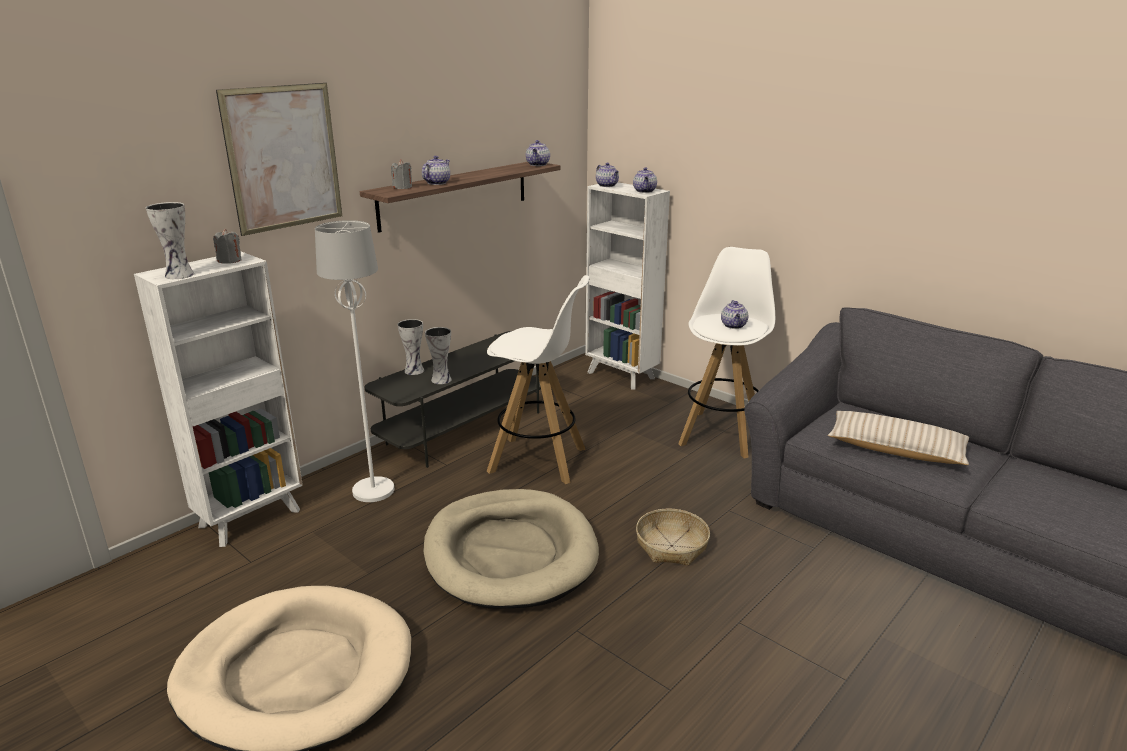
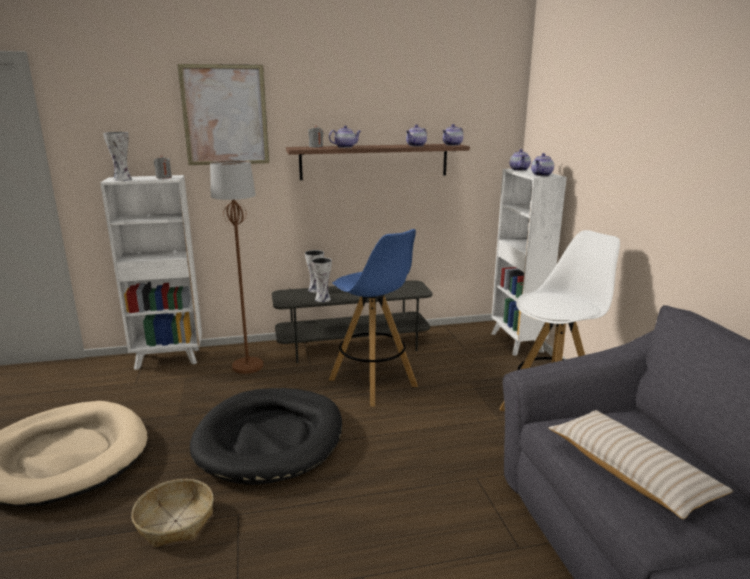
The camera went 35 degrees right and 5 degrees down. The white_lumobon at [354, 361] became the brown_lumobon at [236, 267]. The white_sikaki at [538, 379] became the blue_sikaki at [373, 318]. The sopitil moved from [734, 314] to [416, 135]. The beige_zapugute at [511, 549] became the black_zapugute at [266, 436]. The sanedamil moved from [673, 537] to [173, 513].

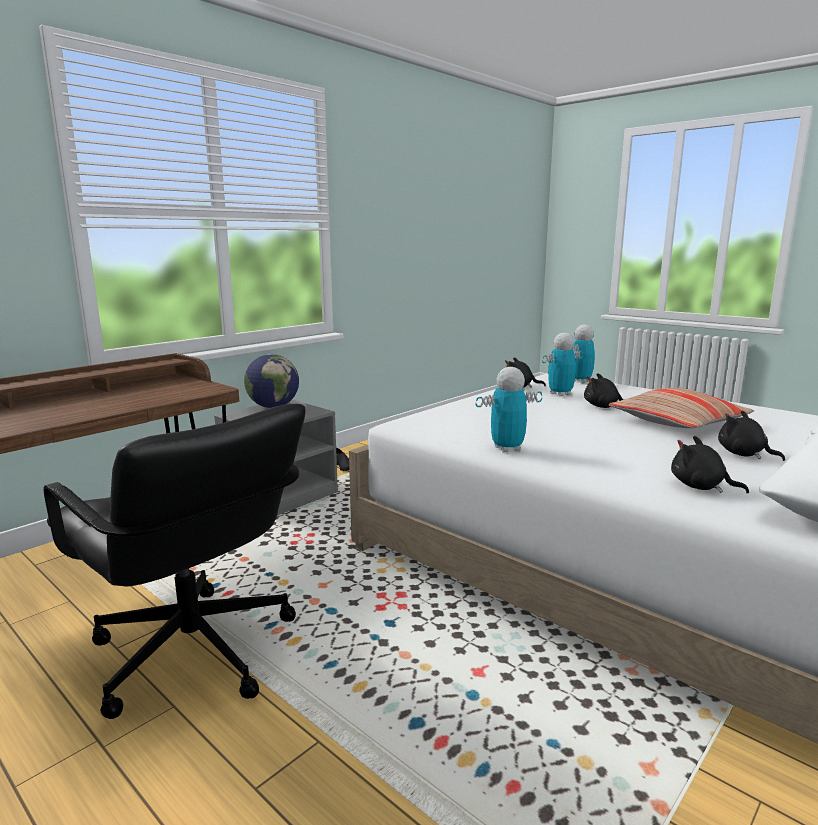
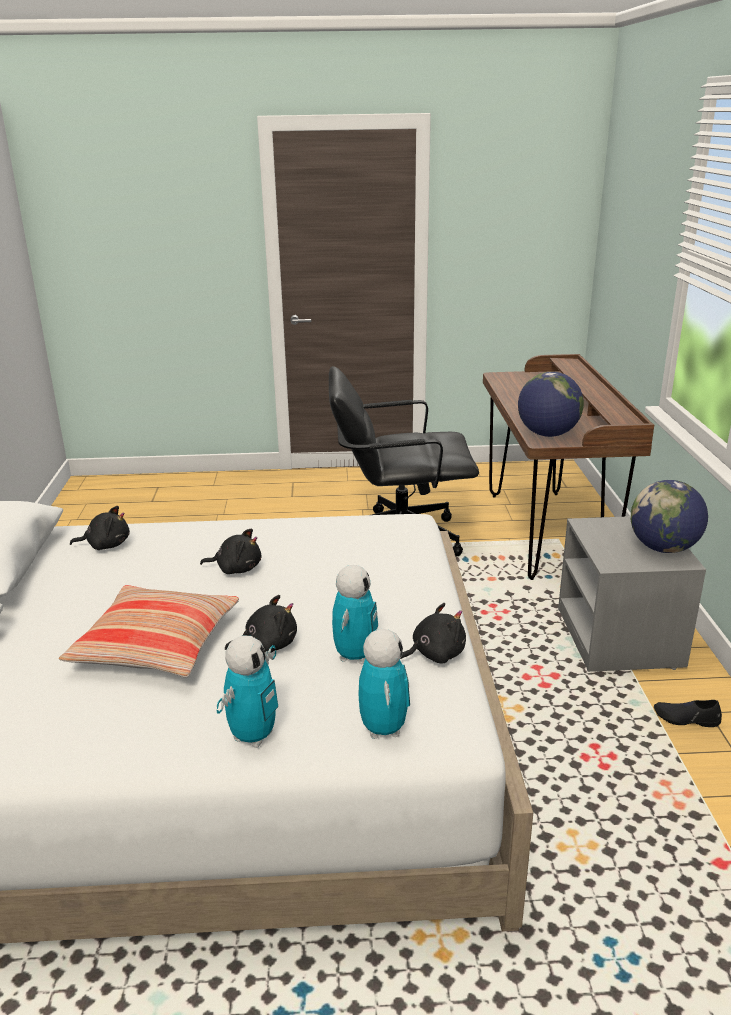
The camera went 135 degrees right and 10 degrees up. The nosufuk moved from [509, 410] to [247, 691]. The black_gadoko moved from [751, 436] to [230, 551]. The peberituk at [551, 404] appeared.

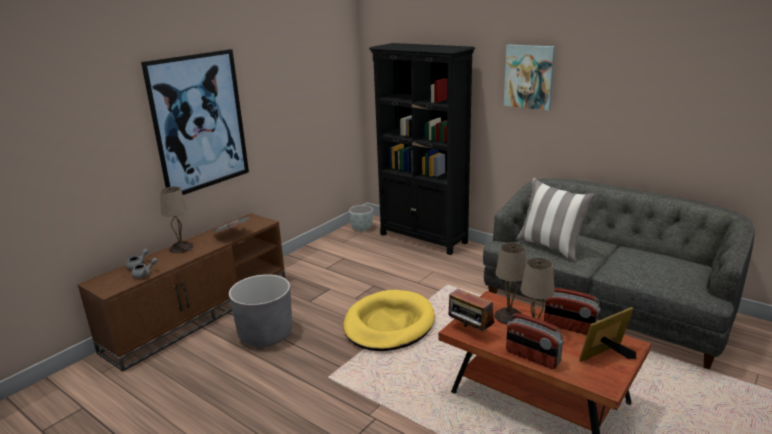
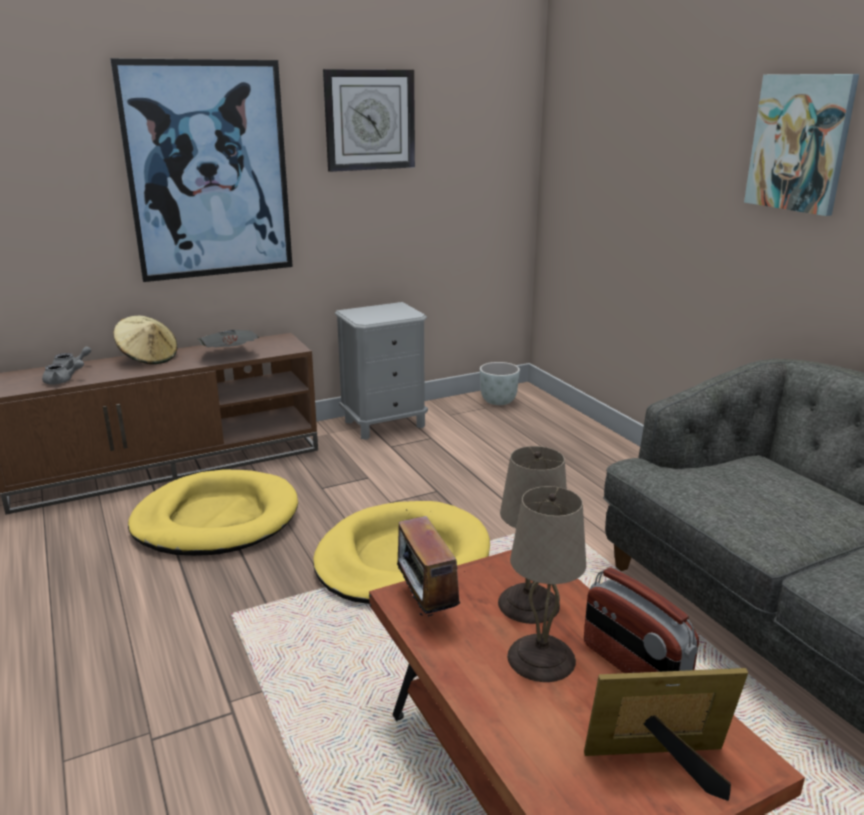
The camera went 25 degrees right and 0 degrees up. The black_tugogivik at [422, 149] disappeared. The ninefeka at [555, 219] disappeared. The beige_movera at [177, 220] was replaced by the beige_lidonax at [145, 340]. The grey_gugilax at [260, 310] was replaced by the yellow_zapugute at [213, 513]. The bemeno at [535, 341] disappeared. The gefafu at [369, 120] appeared. The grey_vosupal at [381, 371] appeared.

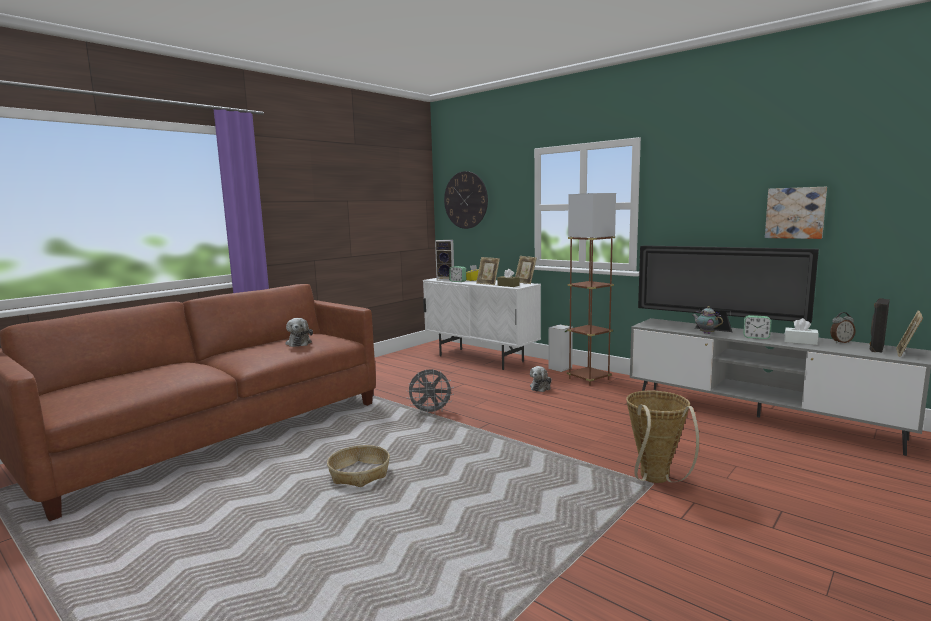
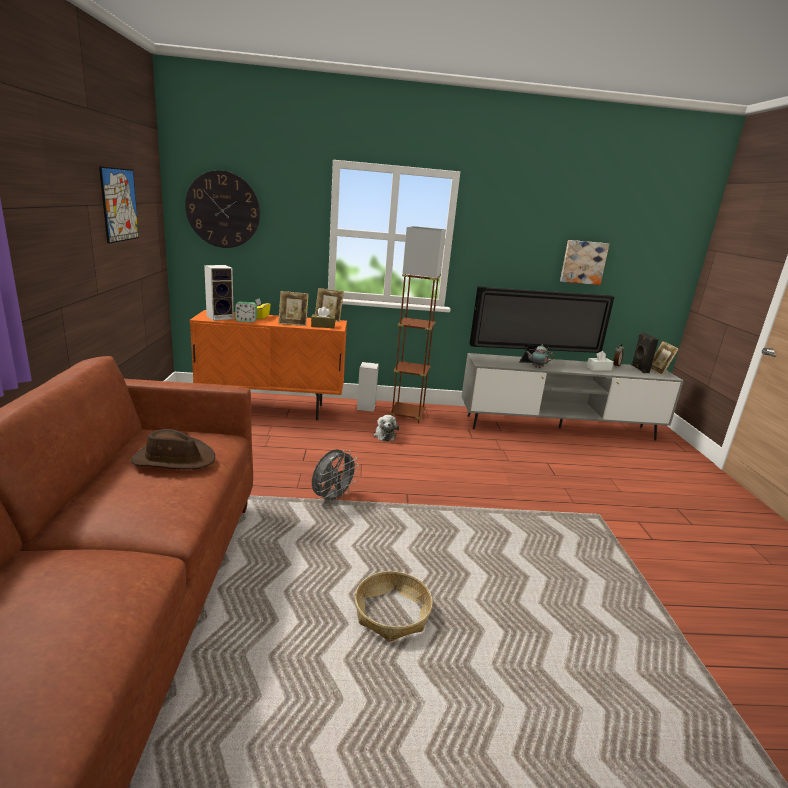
The camera went 45 degrees left and 10 degrees up. The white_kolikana at [482, 324] became the orange_kolikana at [268, 365]. The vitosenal at [757, 327] disappeared. The gadoko at [299, 332] was replaced by the brown_lidonax at [173, 449]. The sanedamil at [662, 437] disappeared. The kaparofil at [119, 205] appeared.

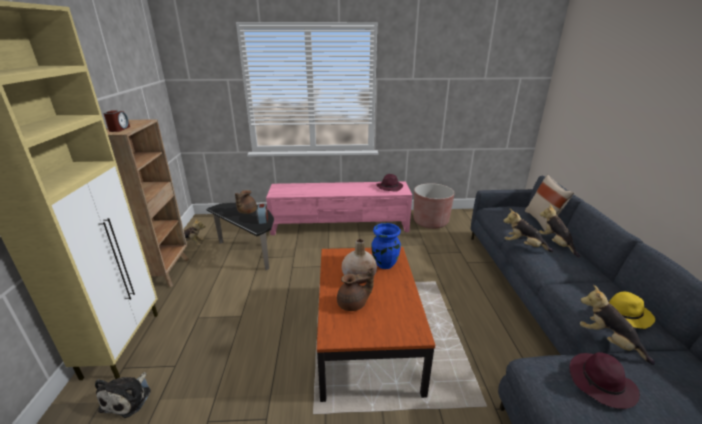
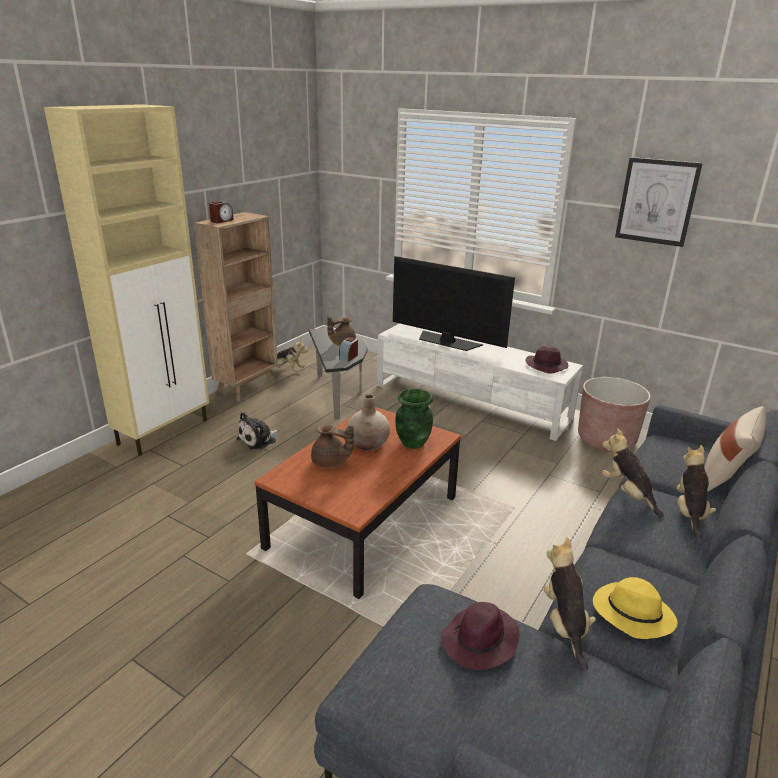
The camera went 35 degrees right and 0 degrees up. The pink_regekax at [339, 208] became the white_regekax at [480, 382]. The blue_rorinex at [386, 246] became the green_rorinex at [414, 418]. The gadoko moved from [123, 395] to [258, 431]. The kaparofil at [659, 202] appeared. The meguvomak at [454, 303] appeared.

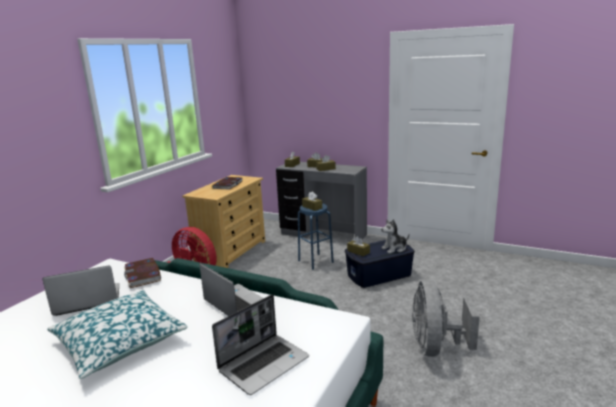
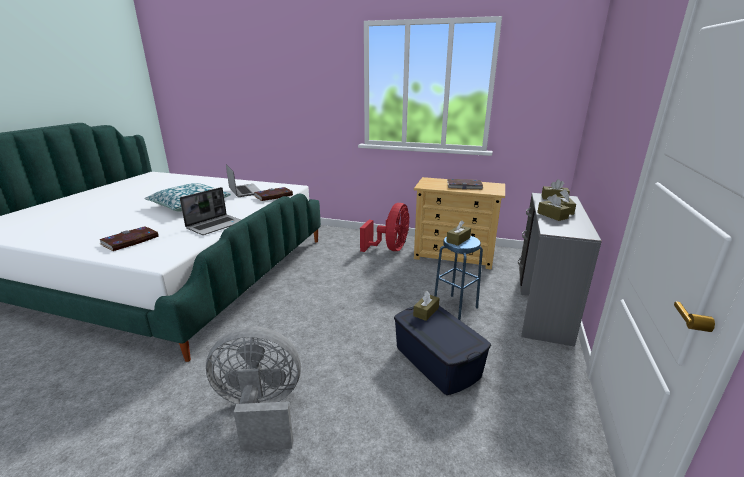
The camera went 80 degrees right and 5 degrees up. The gadoko at [395, 236] disappeared. The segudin at [260, 344] was replaced by the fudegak at [129, 238].

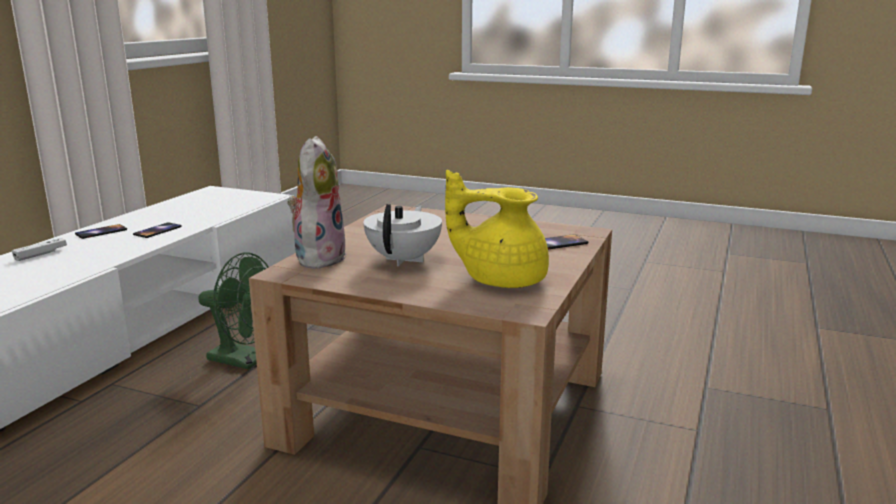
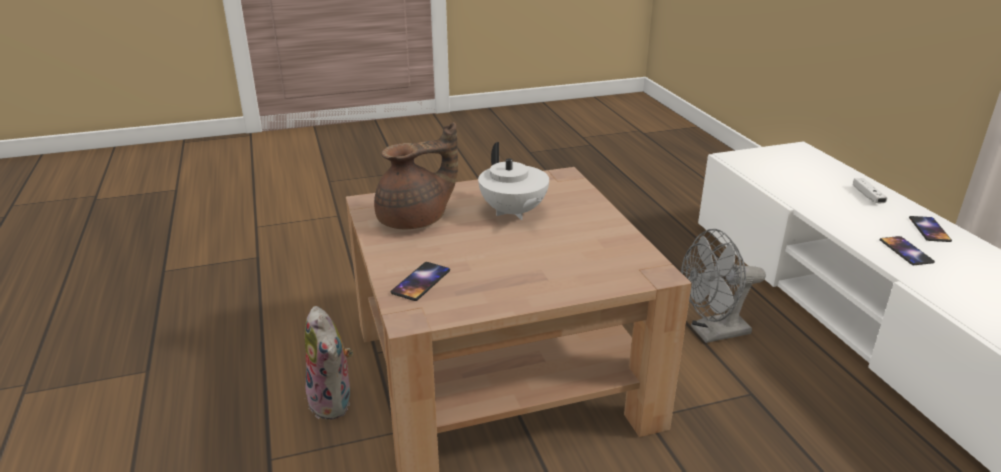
The camera went 140 degrees right and 10 degrees up. The gadoko moved from [317, 202] to [329, 363]. The yellow_sopitil at [497, 229] became the brown_sopitil at [416, 175]. The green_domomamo at [233, 311] became the grey_domomamo at [723, 286].

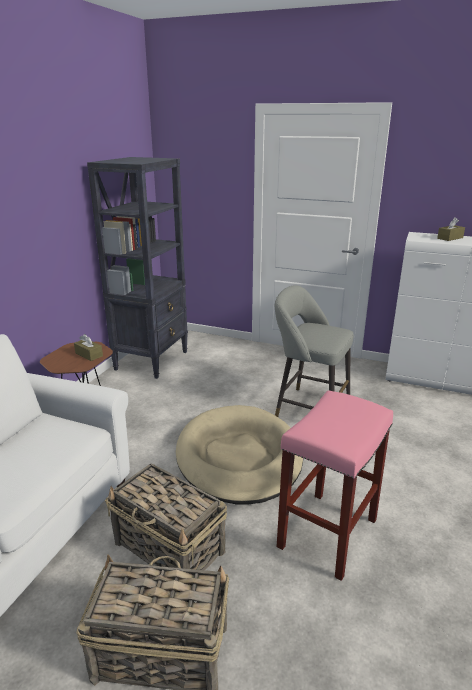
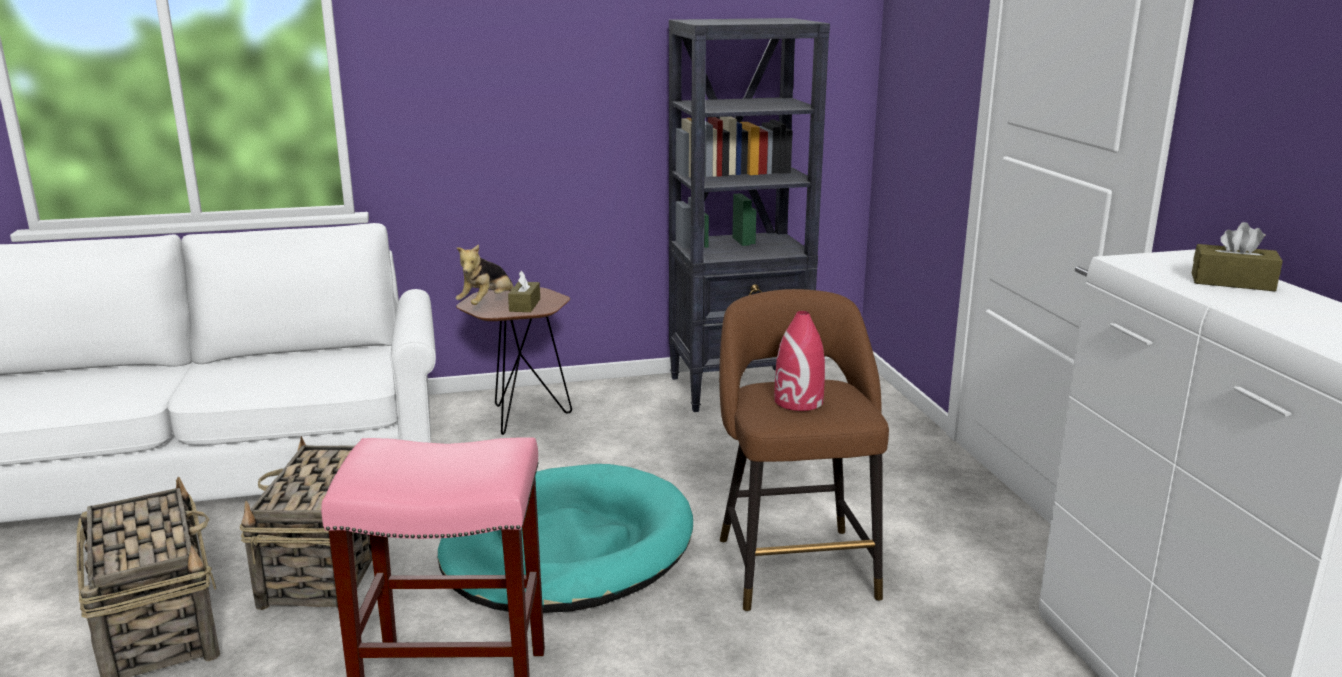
The camera went 55 degrees right and 5 degrees down. The grey_sikaki at [314, 351] became the brown_sikaki at [804, 450]. The beige_zapugute at [239, 455] became the turquoise_zapugute at [565, 538]. The gadoko at [485, 274] appeared. The red_rorinex at [799, 361] appeared.

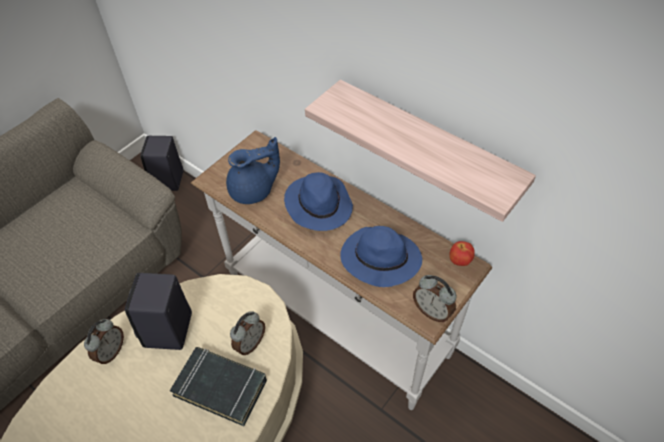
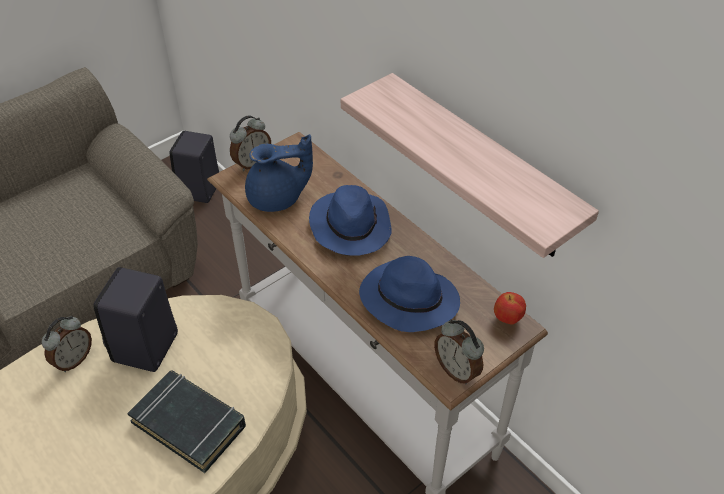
The camera went 10 degrees right and 5 degrees down. The vitosenal moved from [247, 333] to [250, 143].

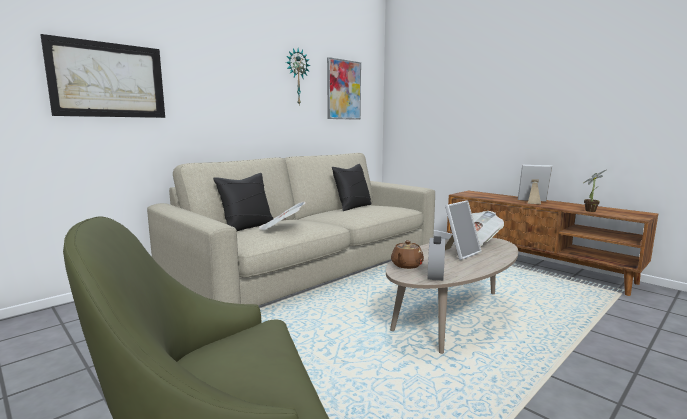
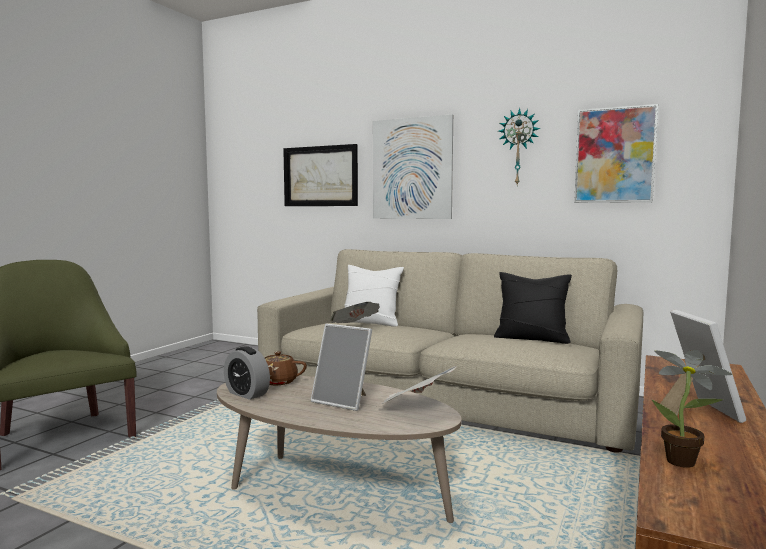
The camera went 70 degrees right and 5 degrees down. The black_ninefeka at [243, 202] became the white_ninefeka at [374, 296]. The vitosenal at [436, 258] turned 45 degrees clockwise. The kaparofil at [413, 167] appeared.

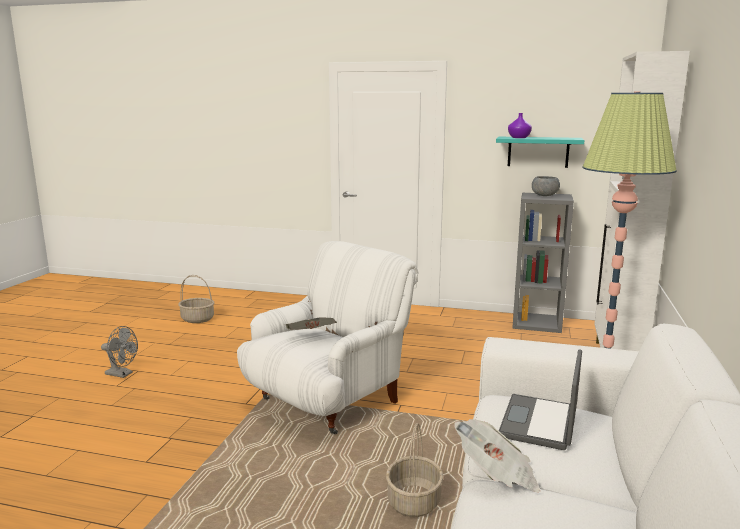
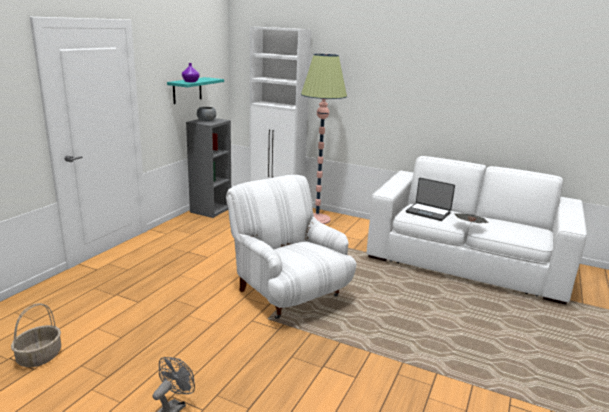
The camera went 80 degrees left and 5 degrees up. The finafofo at [311, 323] disappeared. The sanedamil at [414, 470] disappeared.

